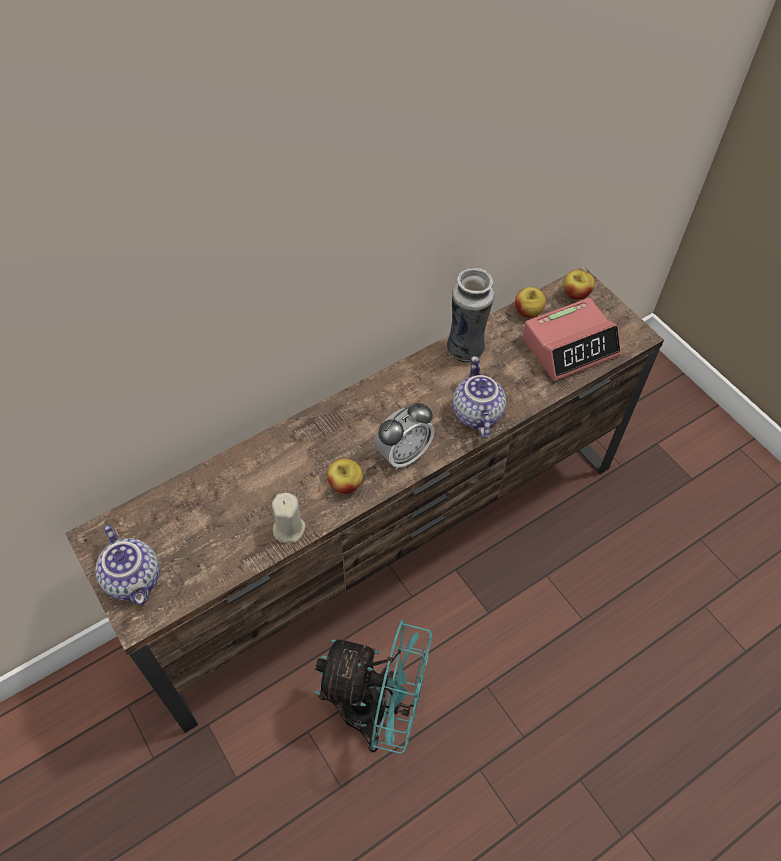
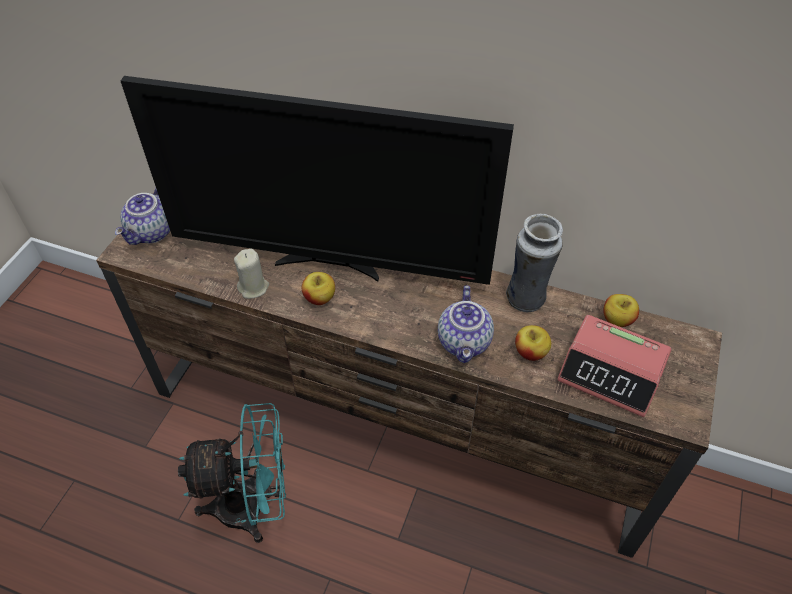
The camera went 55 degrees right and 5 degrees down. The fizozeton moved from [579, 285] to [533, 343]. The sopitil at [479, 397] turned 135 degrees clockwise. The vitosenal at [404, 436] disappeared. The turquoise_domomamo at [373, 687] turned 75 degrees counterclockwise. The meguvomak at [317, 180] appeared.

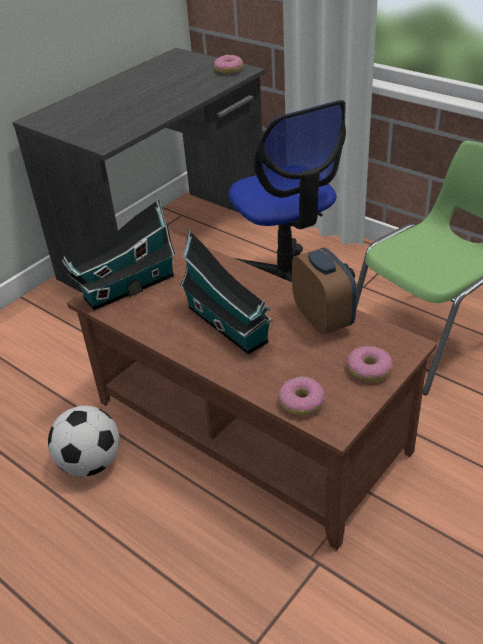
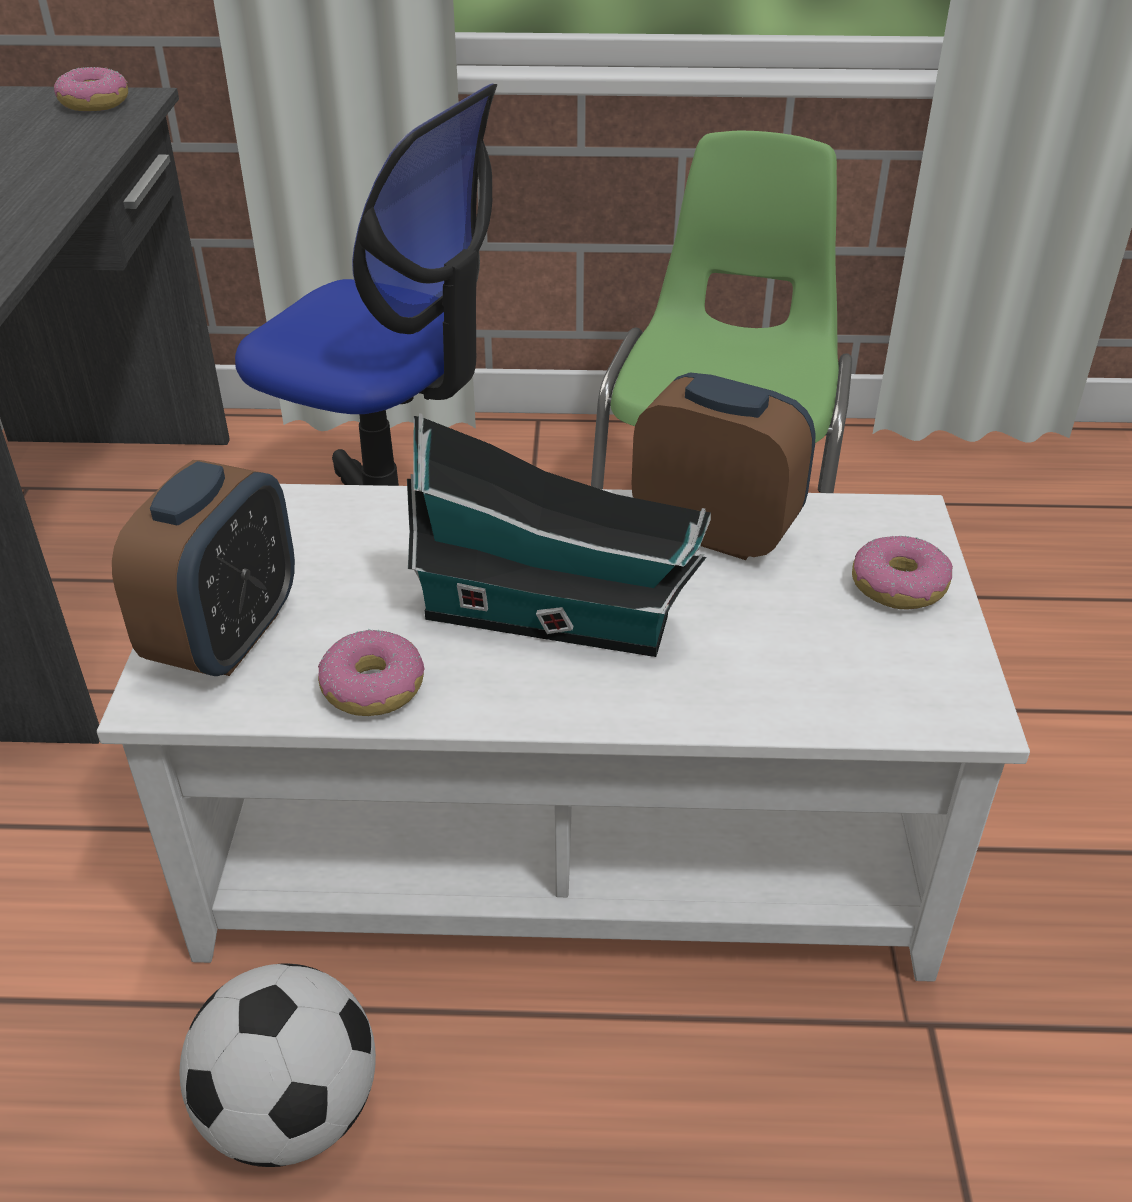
The camera went 40 degrees left and 0 degrees up. The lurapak at [119, 255] was replaced by the vitosenal at [203, 568]. The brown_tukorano at [252, 391] became the white_tukorano at [563, 733]. The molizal moved from [301, 396] to [371, 672].

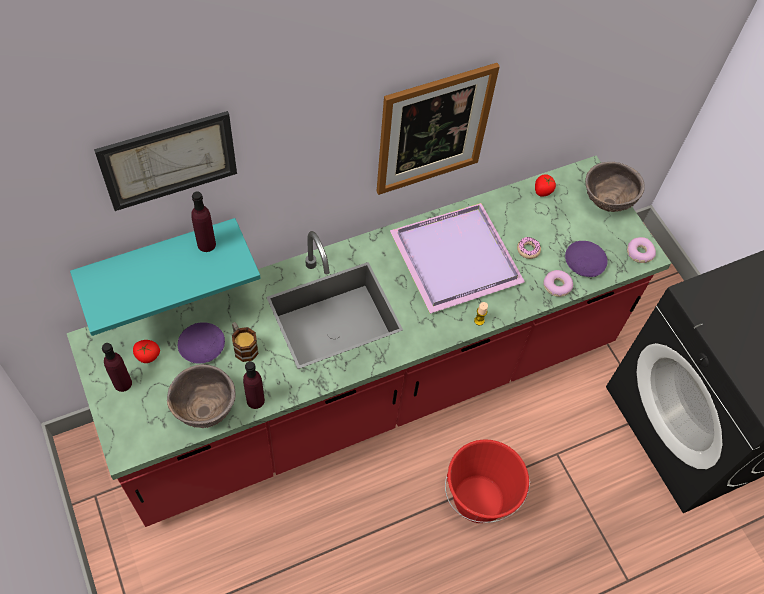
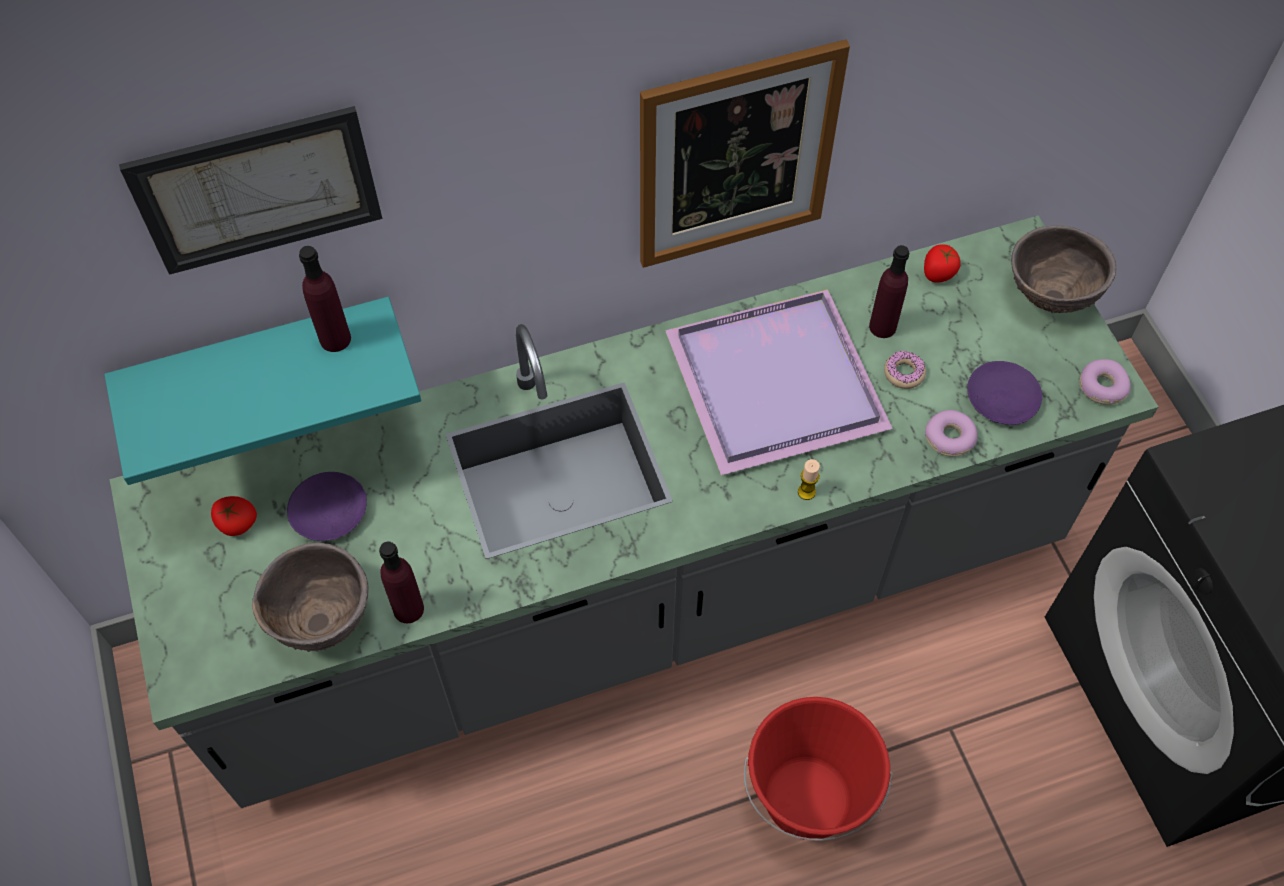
The camera went 10 degrees right and 0 degrees up. The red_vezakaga at [369, 341] became the grey_vezakaga at [634, 512]. The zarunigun at [245, 342] disappeared. The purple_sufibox moved from [117, 367] to [889, 291].

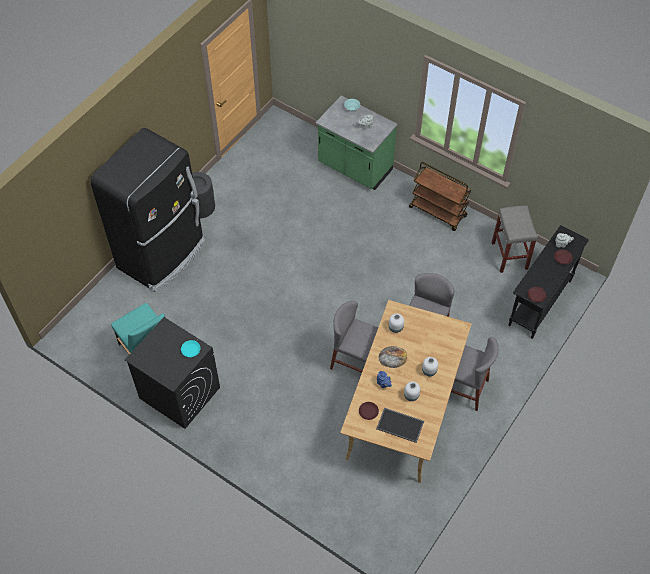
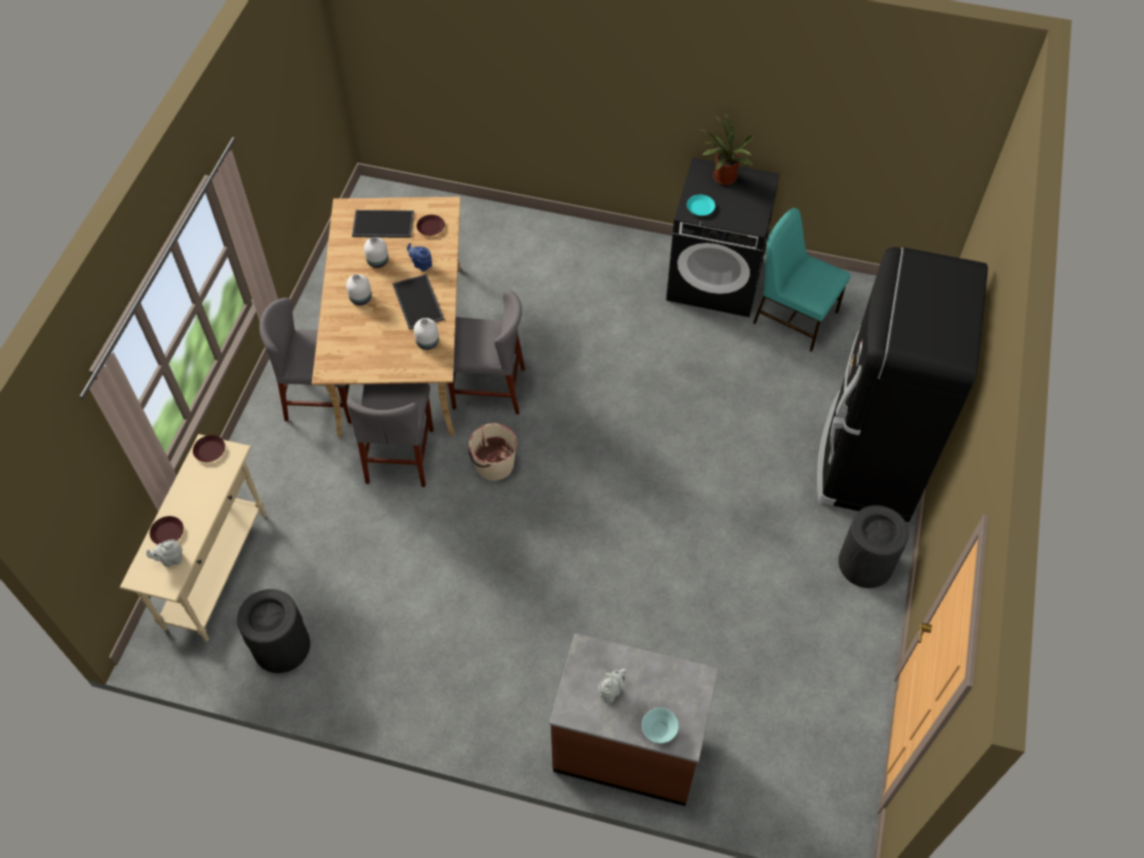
The camera went 160 degrees right and 0 degrees up. The green_vezakaga at [357, 143] became the brown_vezakaga at [633, 719]. The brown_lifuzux at [440, 196] disappeared. The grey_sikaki at [514, 239] was replaced by the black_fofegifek at [273, 631]. The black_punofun at [548, 282] became the beige_punofun at [193, 538]. The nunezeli at [393, 357] was replaced by the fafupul at [418, 302]. The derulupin at [726, 148] appeared. The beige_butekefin at [493, 452] appeared.

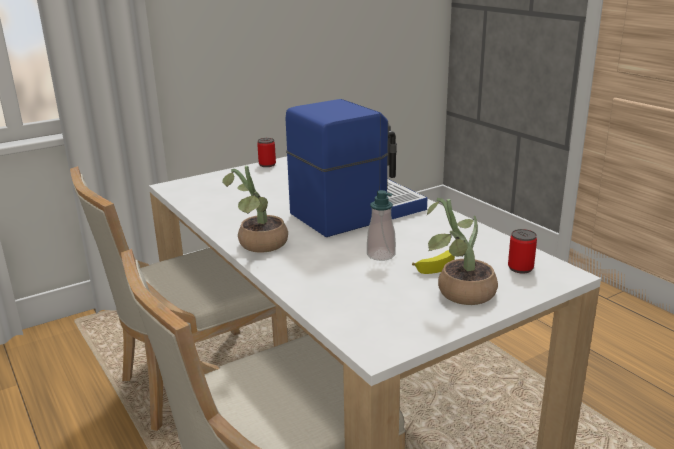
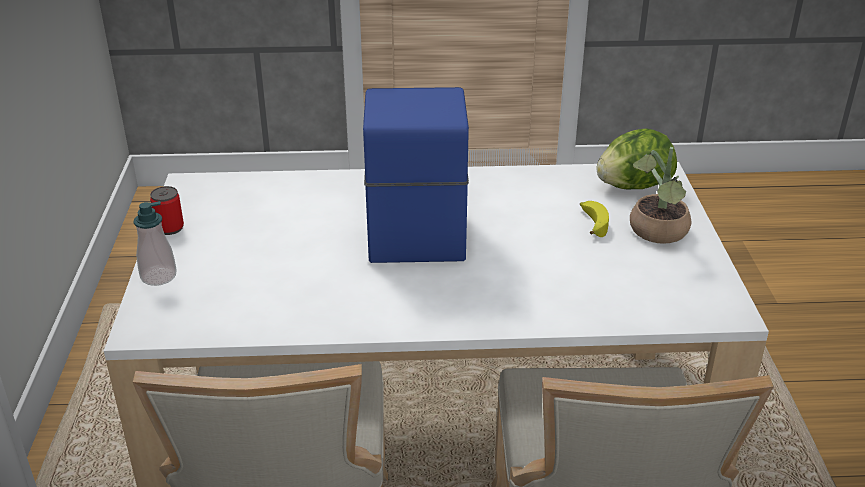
The camera went 60 degrees left and 10 degrees up. The derulupin at [255, 209] disappeared. The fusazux moved from [381, 225] to [155, 243]. The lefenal at [522, 251] was replaced by the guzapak at [637, 158].

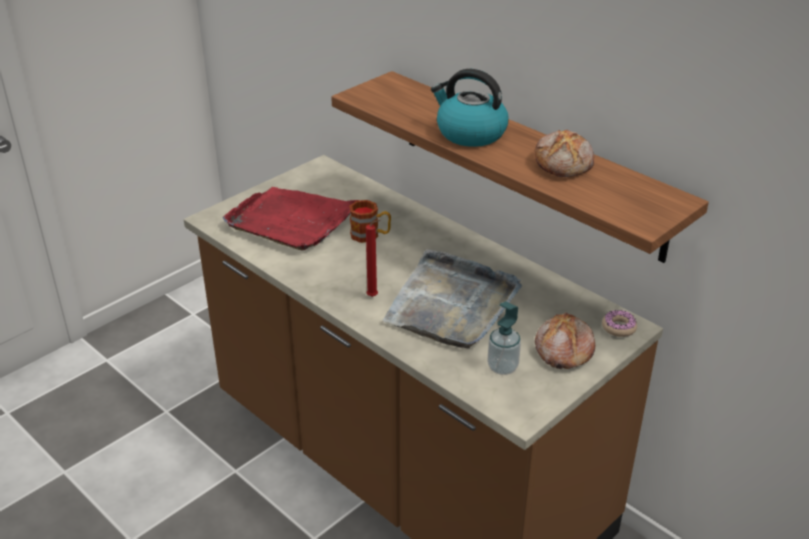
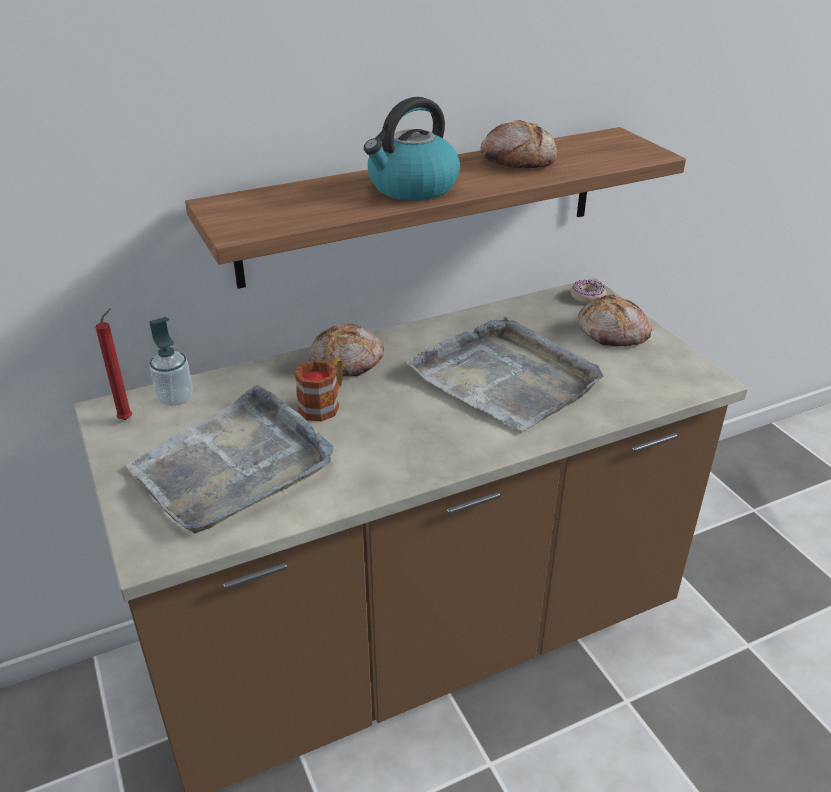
The camera went 70 degrees left and 0 degrees up. The red_fafupul at [291, 218] became the grey_fafupul at [229, 459]. The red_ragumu moved from [373, 258] to [113, 364]. The fusazux moved from [504, 338] to [171, 361]. The nunezeli at [346, 350] appeared.

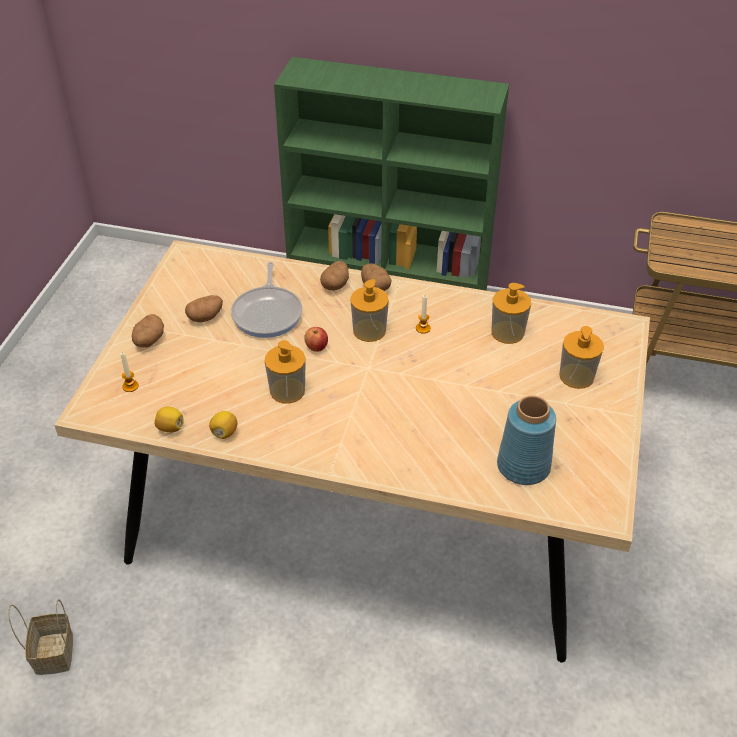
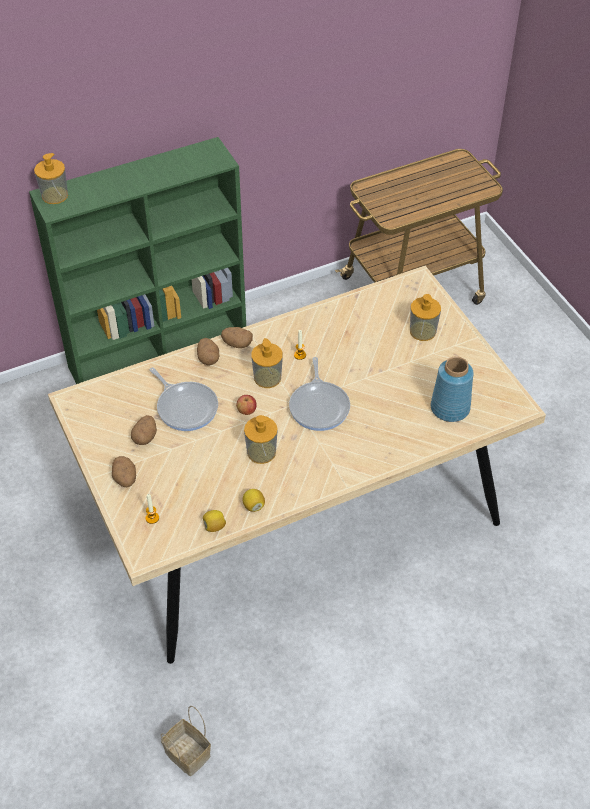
The camera went 40 degrees left and 5 degrees up. The fusazux moved from [511, 313] to [51, 178]. The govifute at [319, 394] appeared.

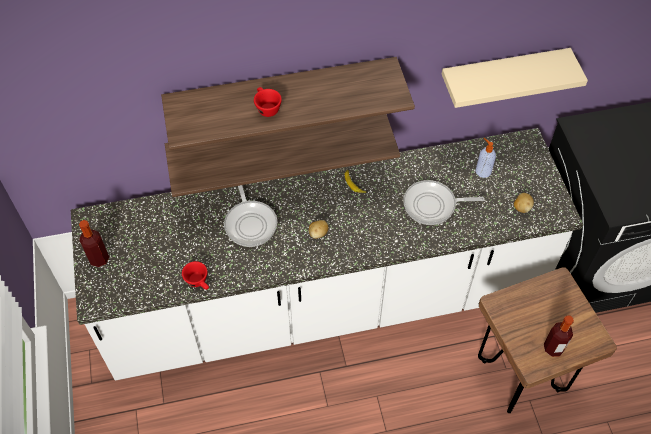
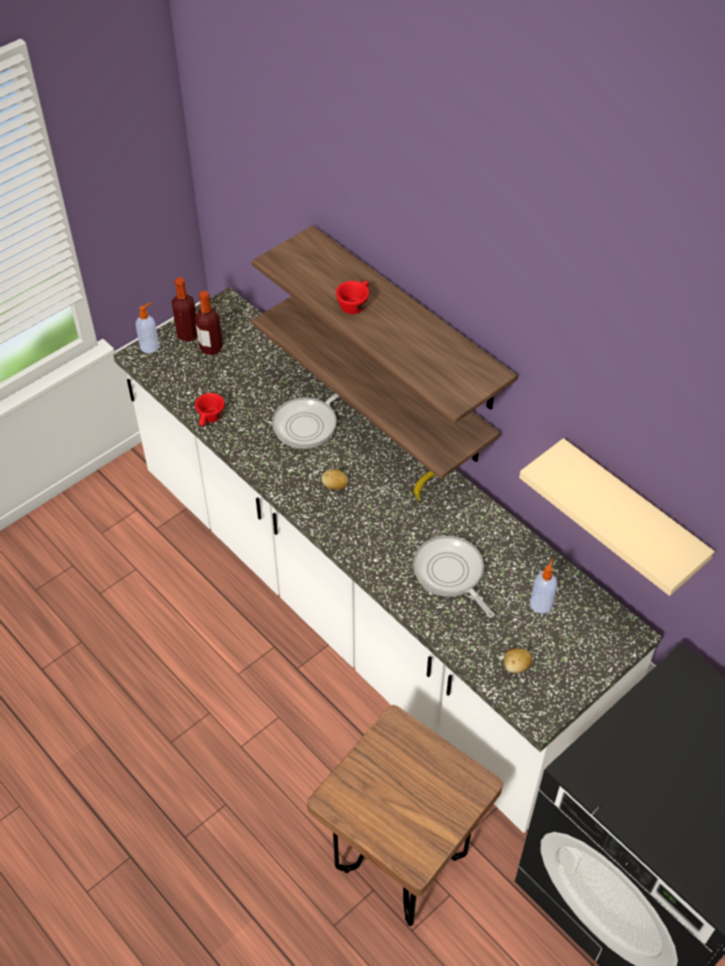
The camera went 60 degrees right and 5 degrees down. The sufibox moved from [559, 336] to [209, 323]. The fusazux at [147, 327] appeared.

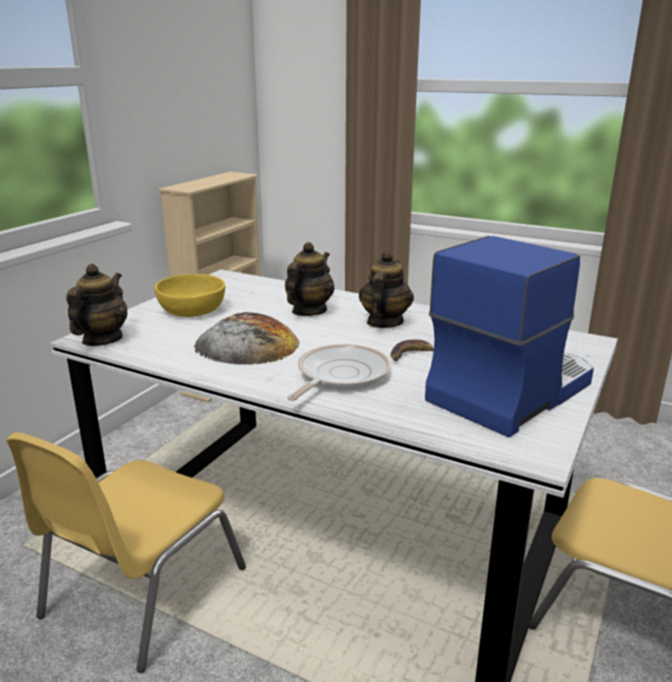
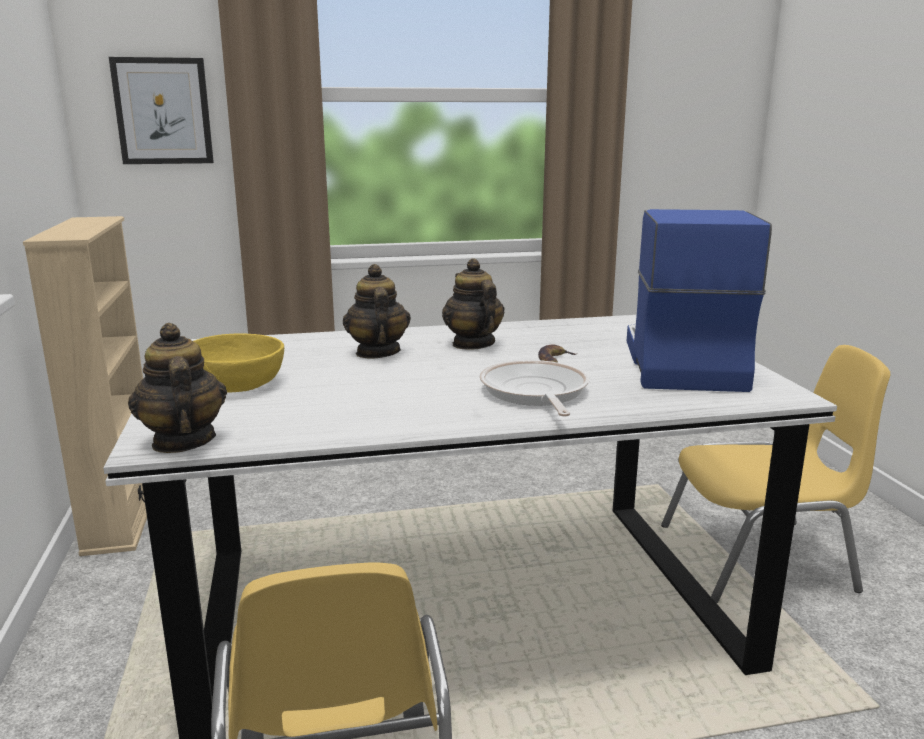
The camera went 40 degrees left and 5 degrees down. The nunezeli at [246, 338] disappeared. The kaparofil at [161, 110] appeared.

